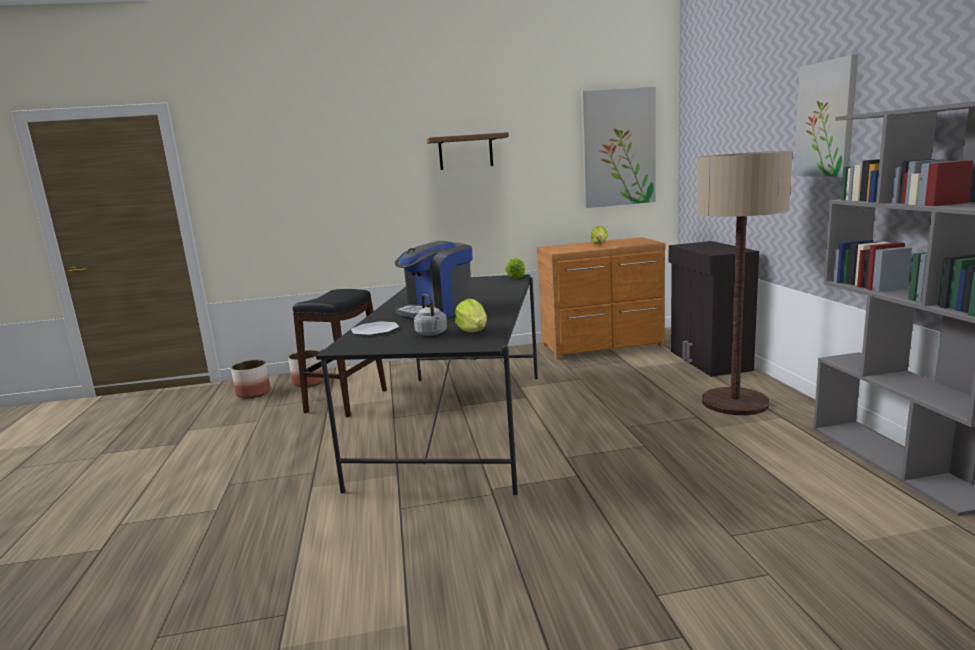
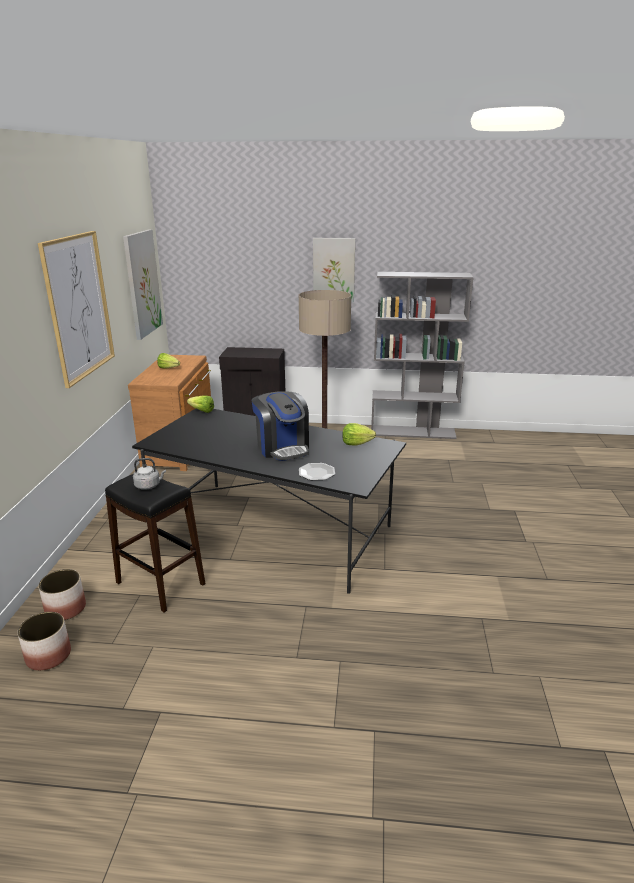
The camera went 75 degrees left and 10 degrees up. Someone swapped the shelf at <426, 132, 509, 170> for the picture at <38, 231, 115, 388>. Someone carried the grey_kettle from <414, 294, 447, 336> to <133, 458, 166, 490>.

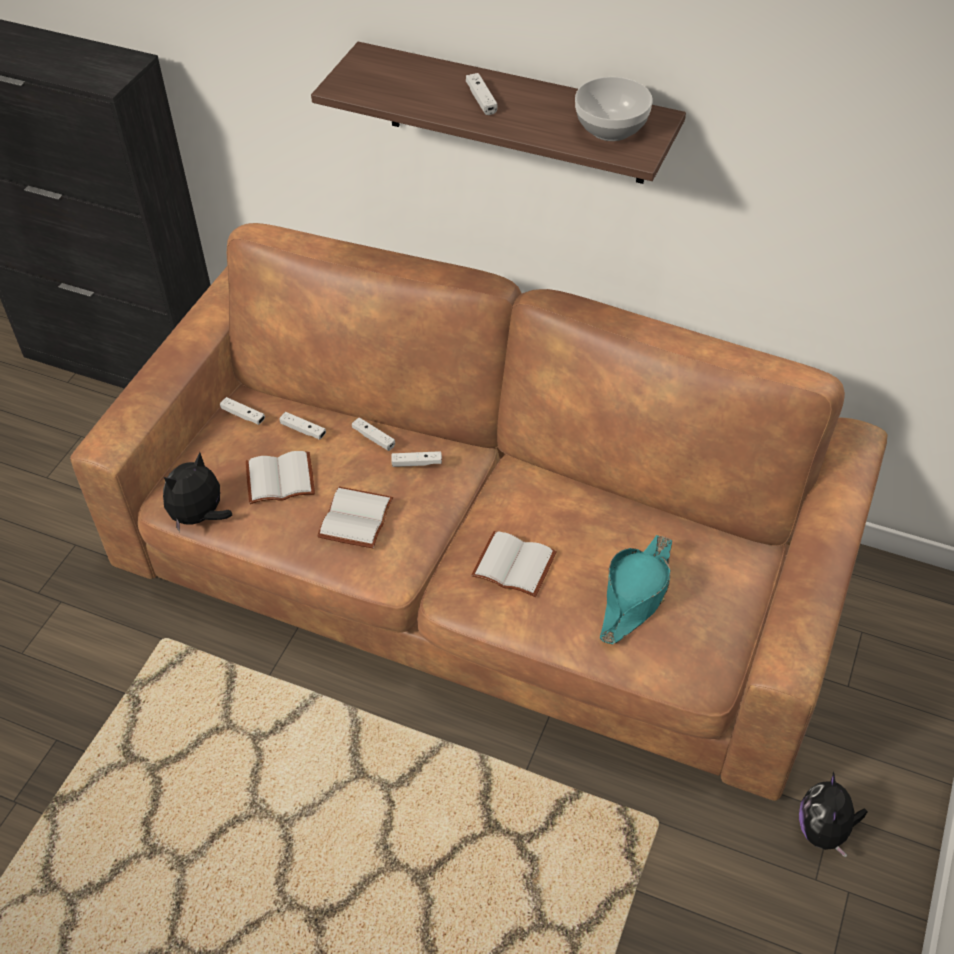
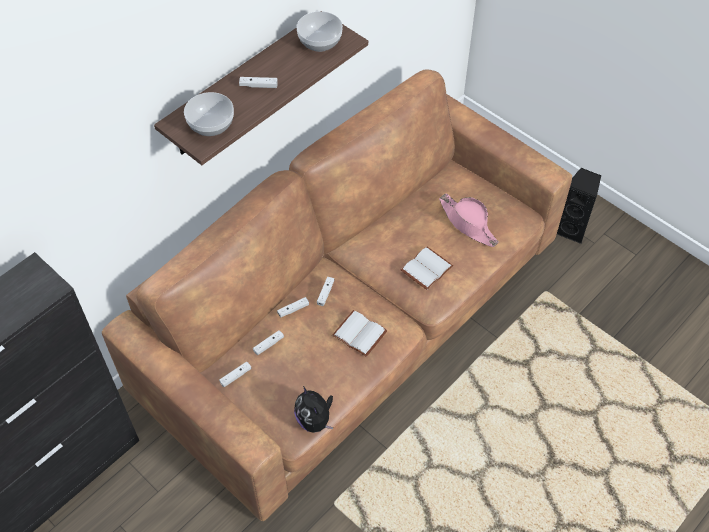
The camera went 70 degrees left and 5 degrees up. Someone took away the white_book at <246, 451, 315, 504>. Someone repainted the turquoise_hat at <600, 535, 672, 644>, which became the pink_hat at <439, 193, 499, 247>. Someone swapped the plush_toy at <799, 772, 868, 858> for the black_speaker at <557, 168, 601, 244>. Someone put down the bowl at <184, 92, 234, 136>.

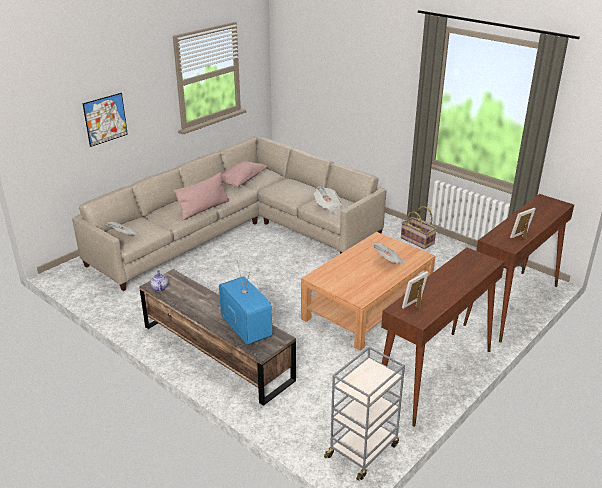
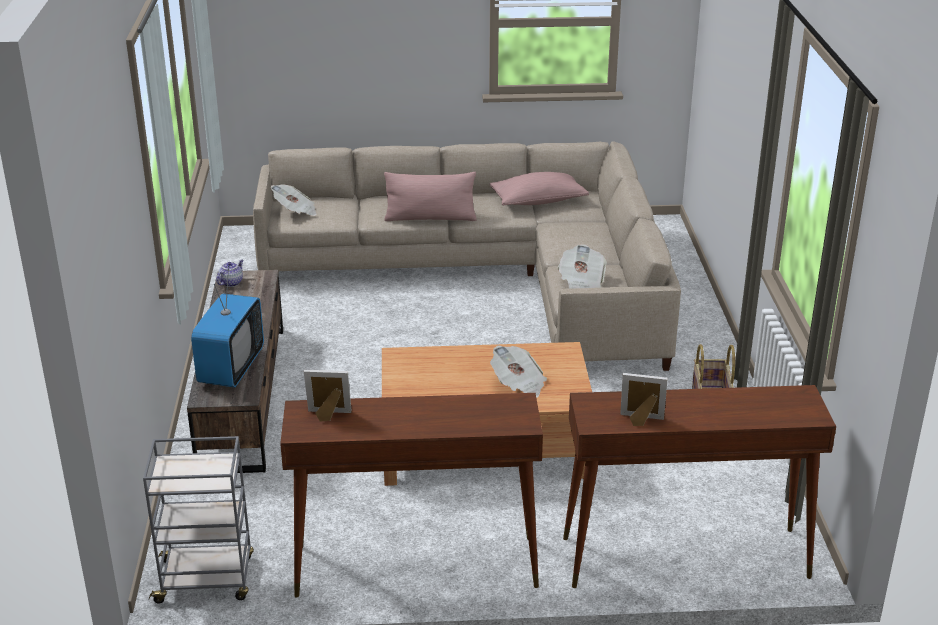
The camera went 45 degrees right and 0 degrees up. Someone took away the picture at <83, 93, 128, 147>.

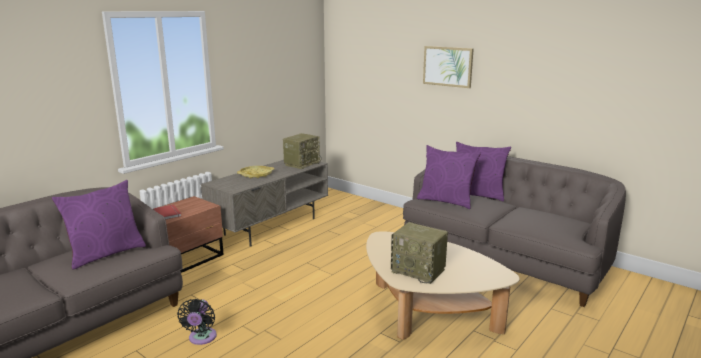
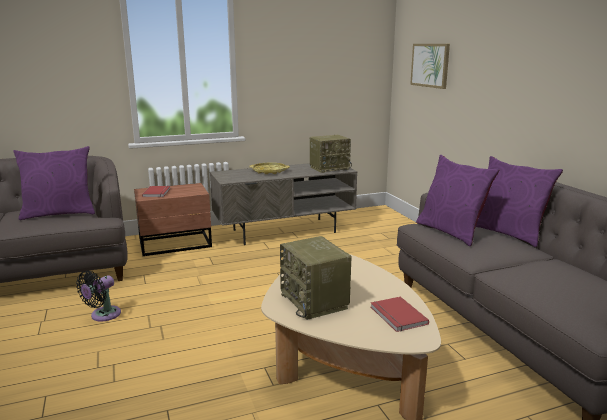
The camera went 30 degrees right and 0 degrees up. Someone carried the picture from <423, 46, 474, 88> to <410, 44, 450, 89>. Someone put down the red_book at <371, 297, 429, 332>.

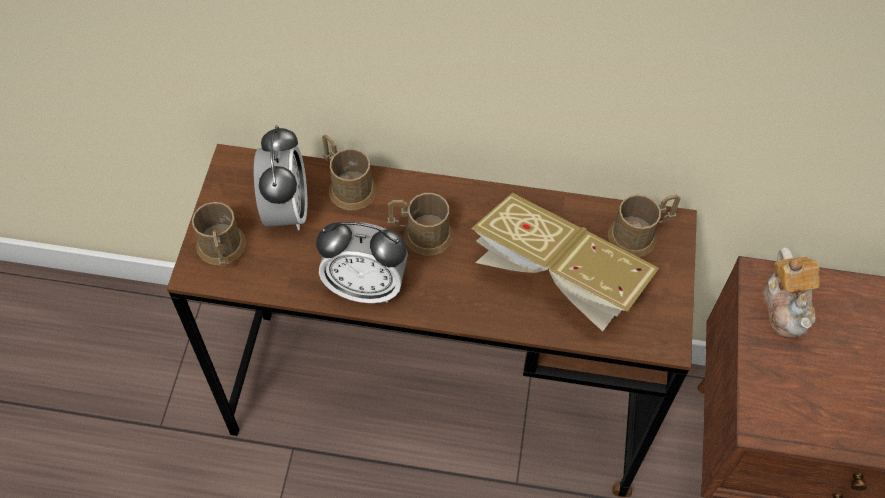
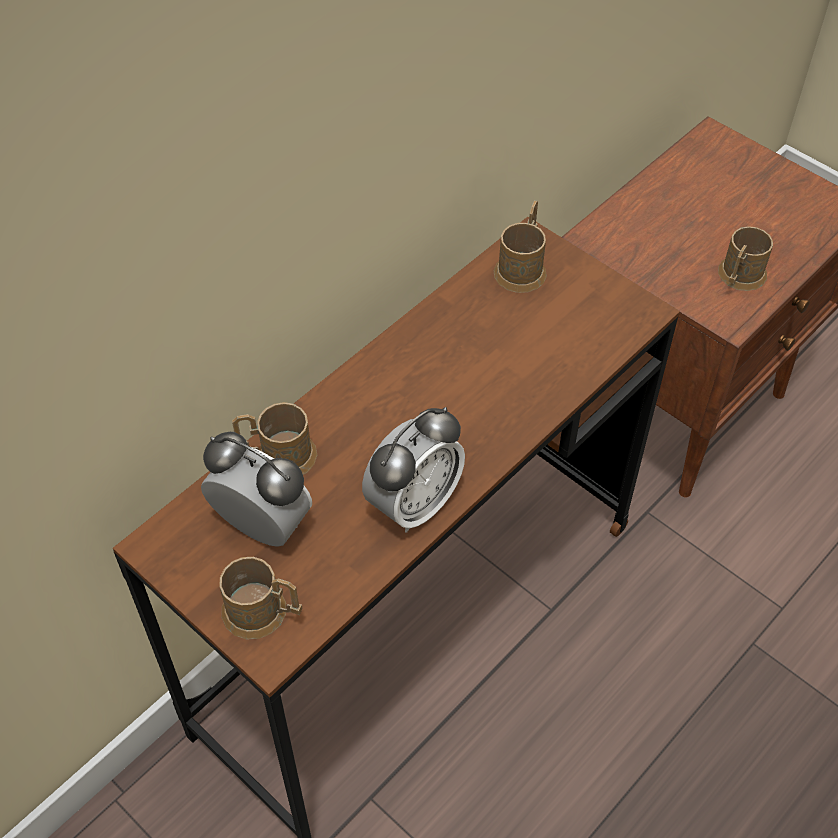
The camera went 55 degrees left and 5 degrees down. Someone carried the brown_mug from <388, 193, 453, 255> to <718, 226, 773, 291>. Someone took away the book at <472, 193, 659, 332>. Someone took away the teapot at <763, 247, 820, 337>.

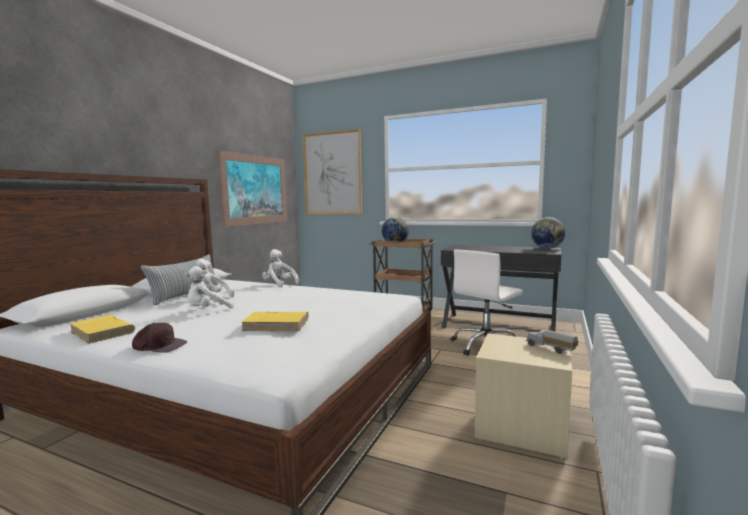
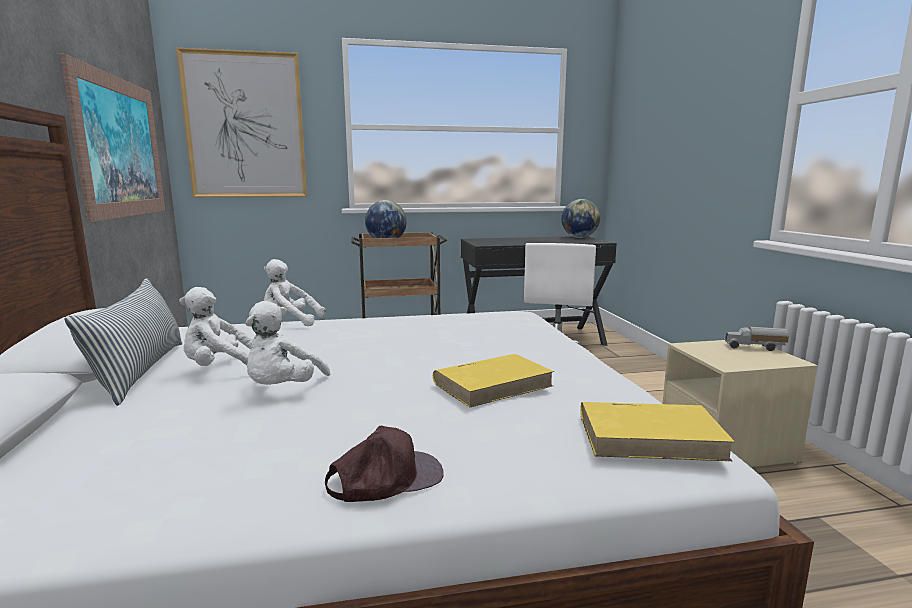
The camera went 35 degrees left and 5 degrees up. Someone carried the yellow_book from <69, 315, 135, 344> to <580, 402, 735, 461>.

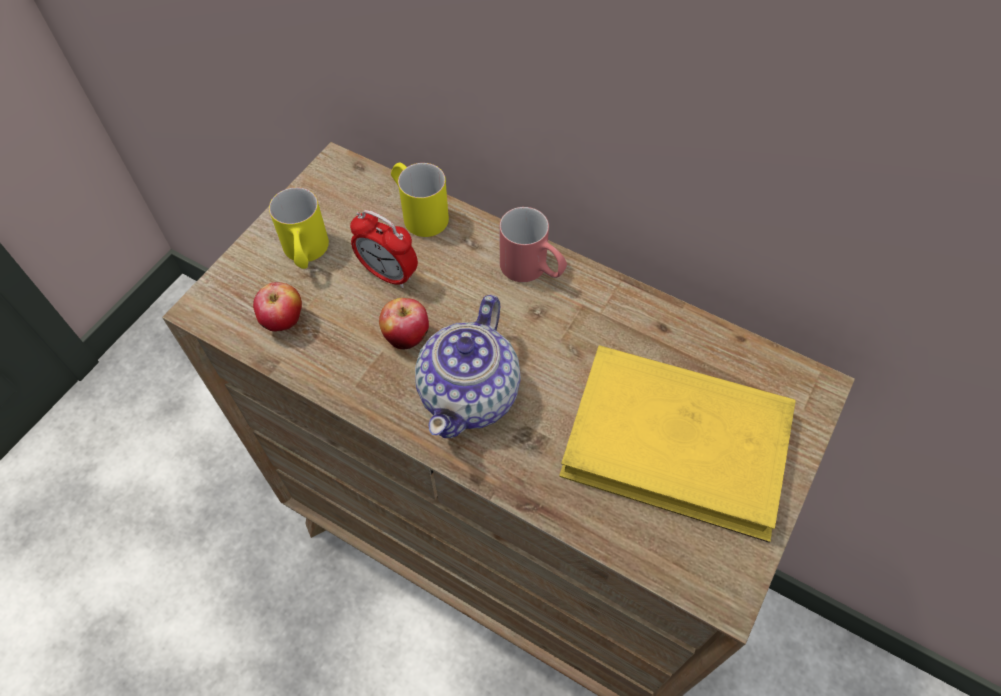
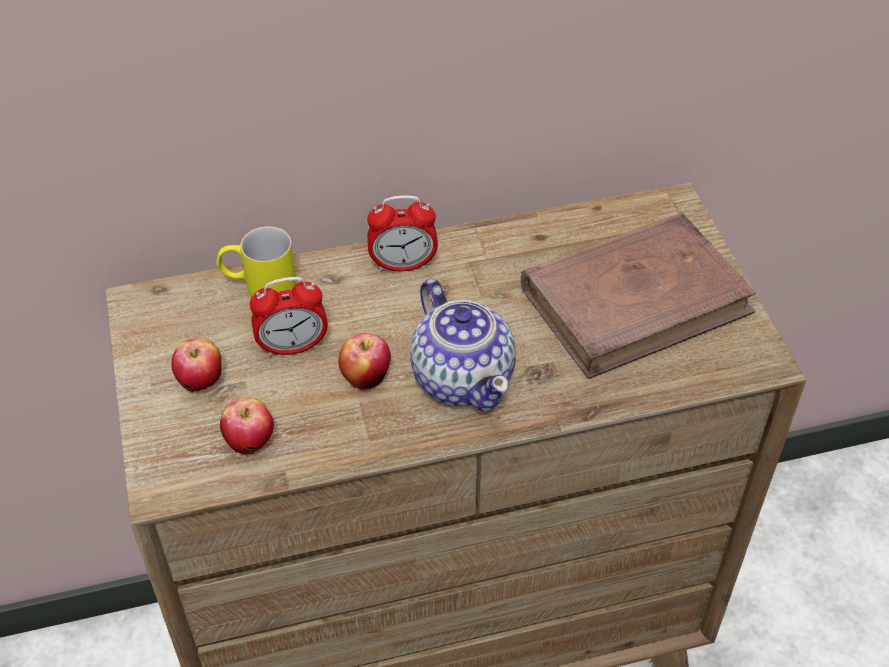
The camera went 45 degrees left and 10 degrees down. Someone swapped the yellow_mug at <269, 187, 329, 269> for the apple at <172, 338, 221, 392>. Someone swapped the red_mug at <500, 207, 567, 282> for the alarm_clock at <367, 195, 438, 272>. Someone repainted the yellow_book at <559, 345, 796, 543>, which became the brown_book at <521, 212, 756, 379>.

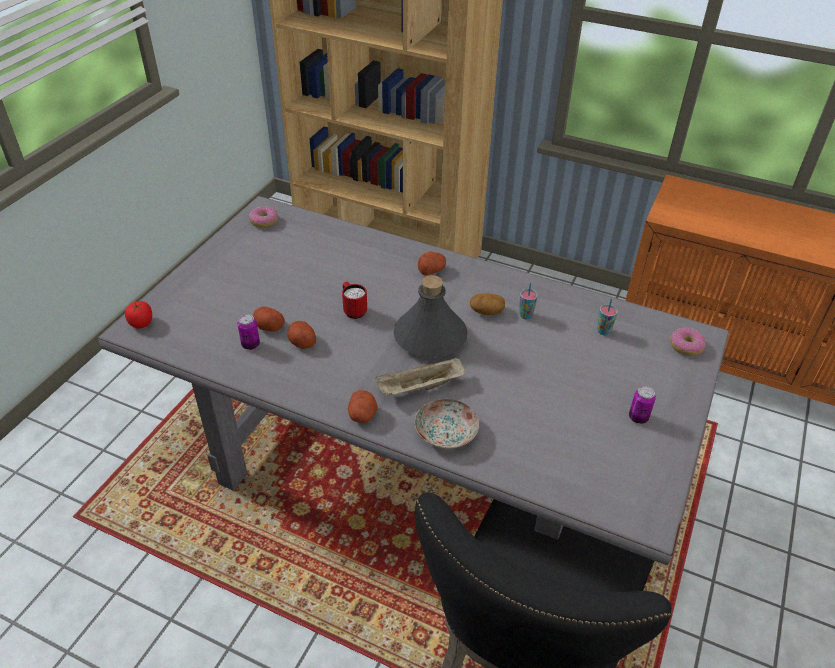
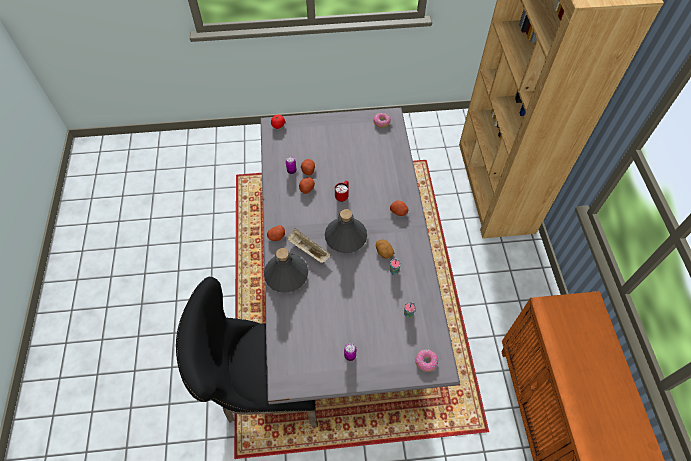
The camera went 60 degrees right and 15 degrees up. Someone swapped the plate at <415, 399, 479, 449> for the grey_bottle at <264, 248, 308, 293>.

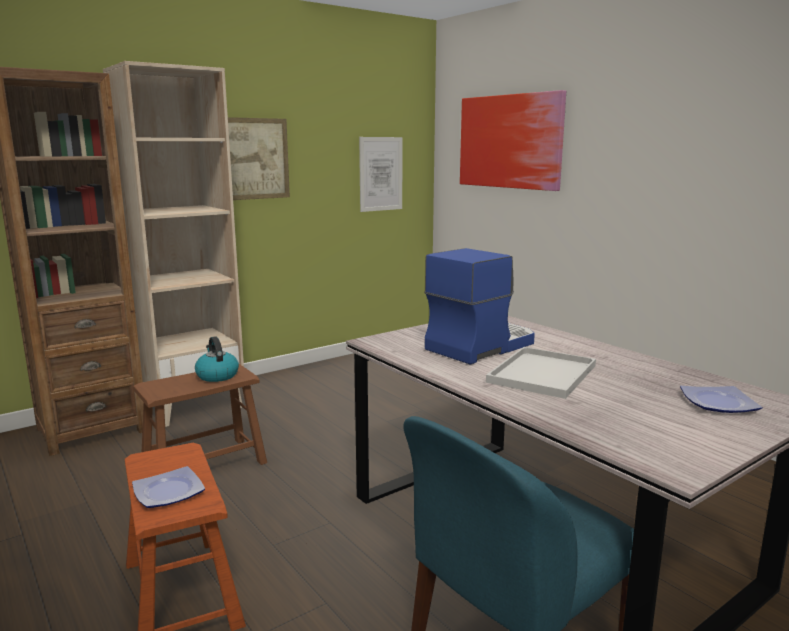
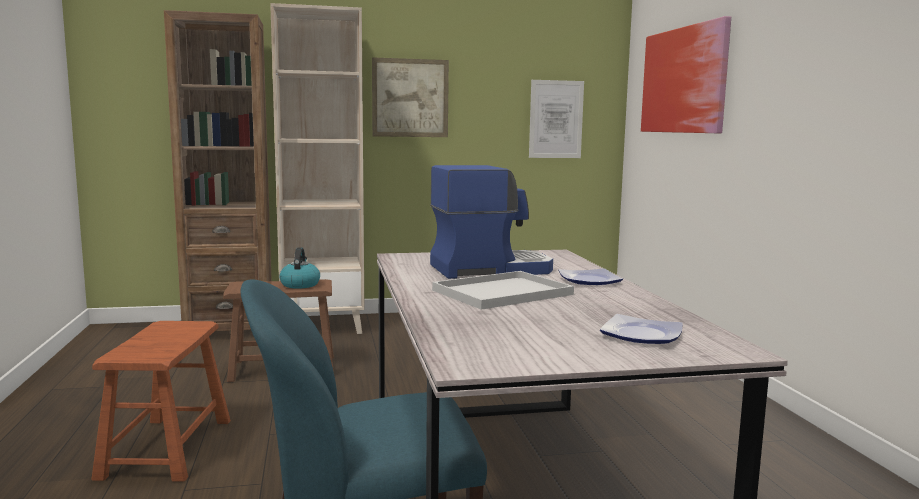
The camera went 25 degrees right and 5 degrees down. Someone carried the plate from <132, 466, 205, 508> to <558, 268, 623, 285>.

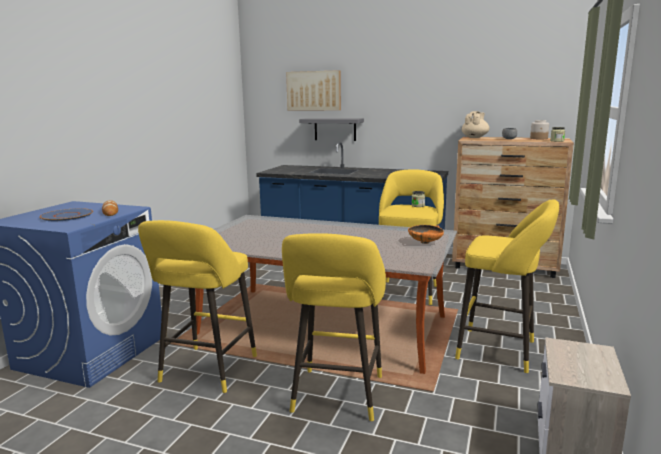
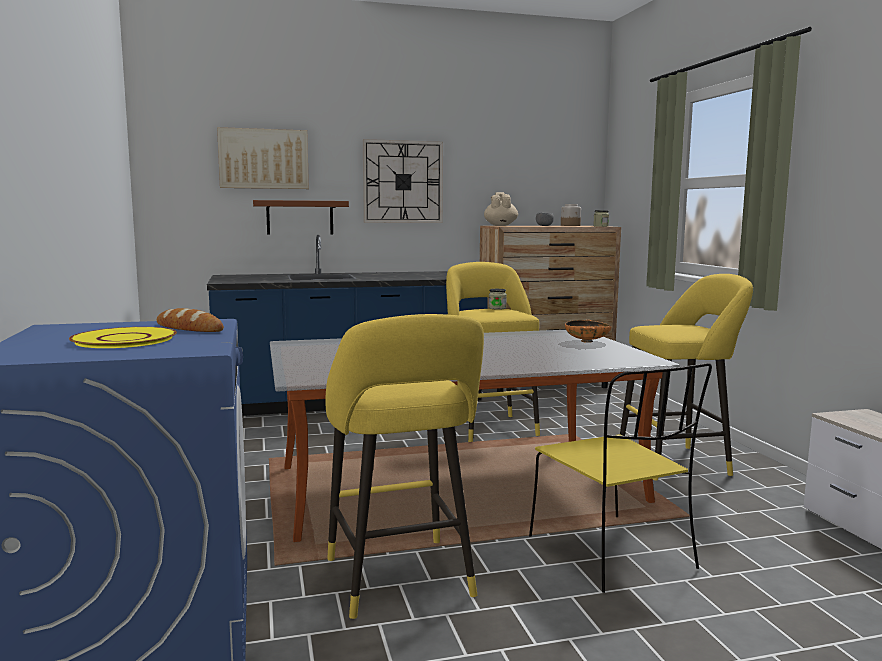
The camera went 35 degrees left and 5 degrees down. Someone repainted the grey_shelf at <299, 118, 364, 141>, which became the brown_shelf at <253, 200, 349, 235>. Someone repainted the blue_plate at <39, 208, 93, 221>, which became the yellow_plate at <69, 327, 177, 348>. Someone swapped the yellow_stool at <282, 233, 386, 421> for the yellow_chair at <529, 363, 712, 593>. Someone put up the wall_clock at <363, 139, 443, 223>.

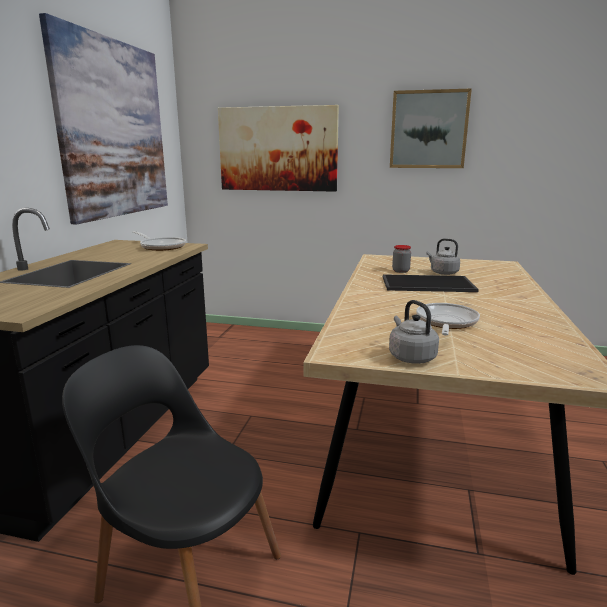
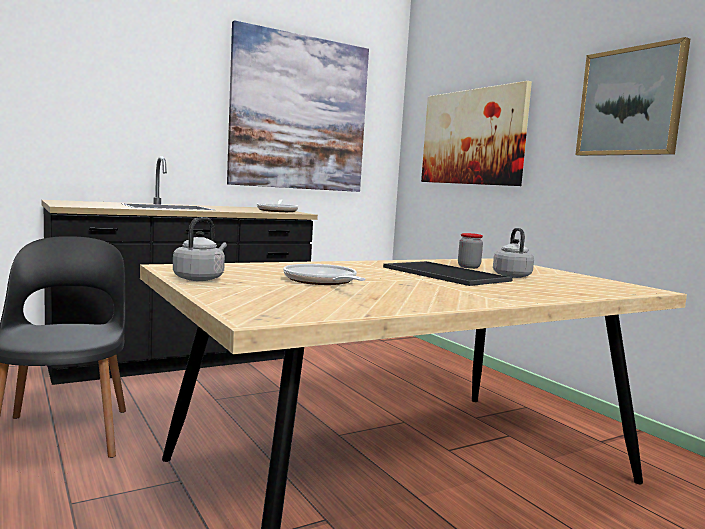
The camera went 45 degrees right and 10 degrees down. Someone rotated the frying_pan at <416, 303, 480, 335> by 90 degrees counterclockwise.

